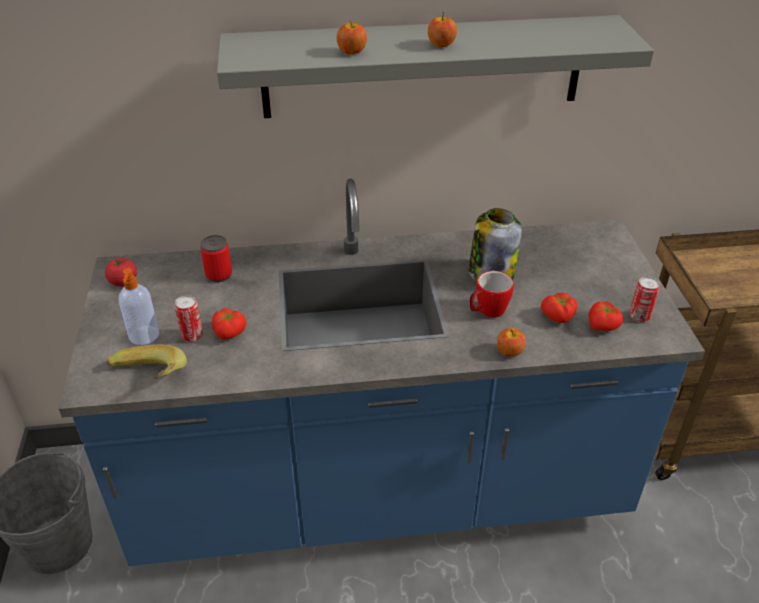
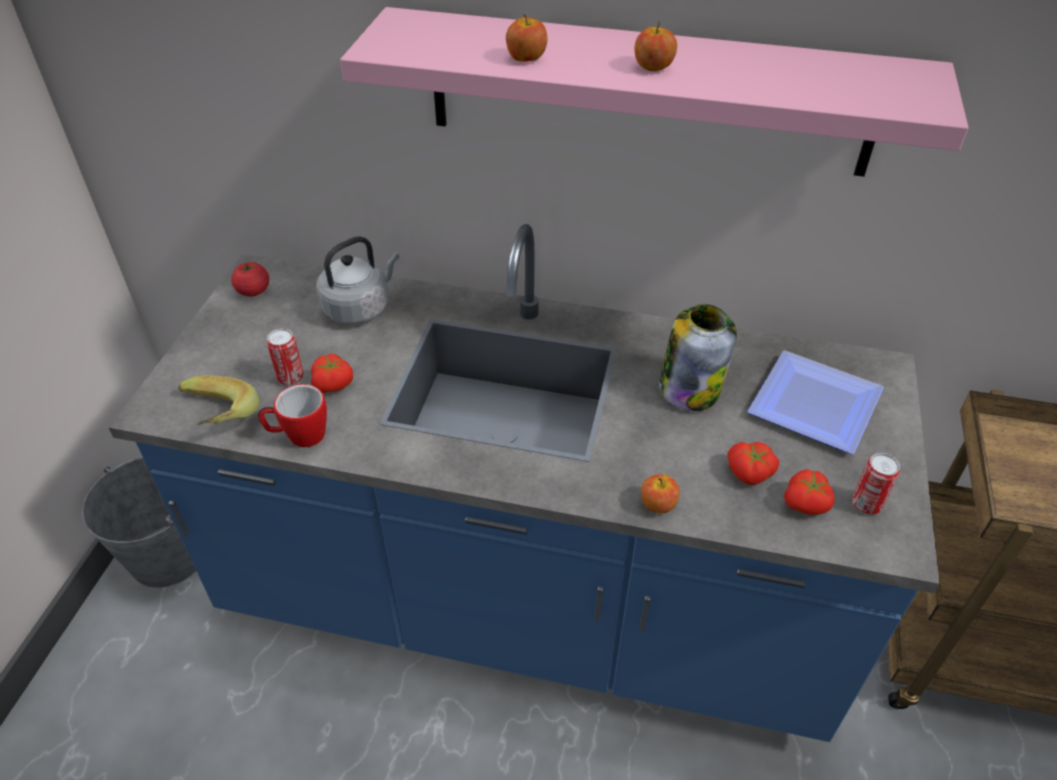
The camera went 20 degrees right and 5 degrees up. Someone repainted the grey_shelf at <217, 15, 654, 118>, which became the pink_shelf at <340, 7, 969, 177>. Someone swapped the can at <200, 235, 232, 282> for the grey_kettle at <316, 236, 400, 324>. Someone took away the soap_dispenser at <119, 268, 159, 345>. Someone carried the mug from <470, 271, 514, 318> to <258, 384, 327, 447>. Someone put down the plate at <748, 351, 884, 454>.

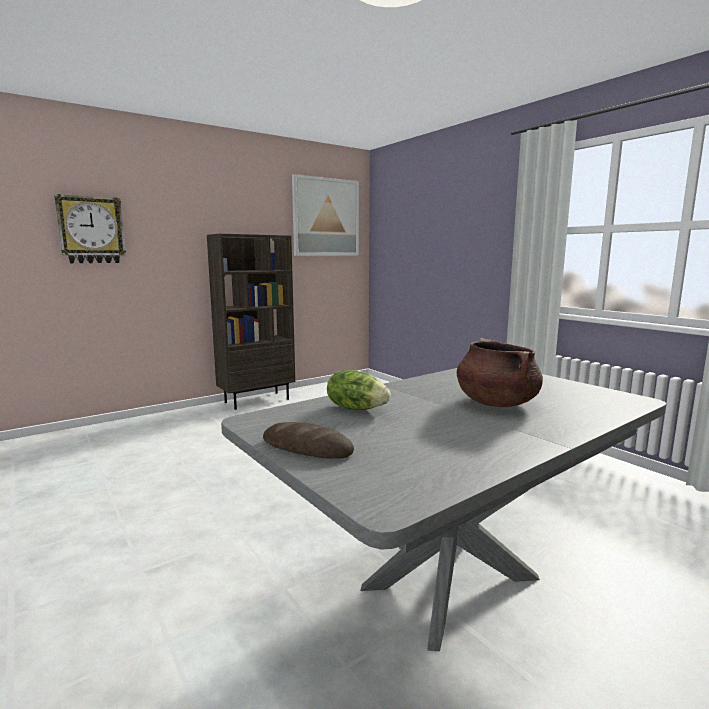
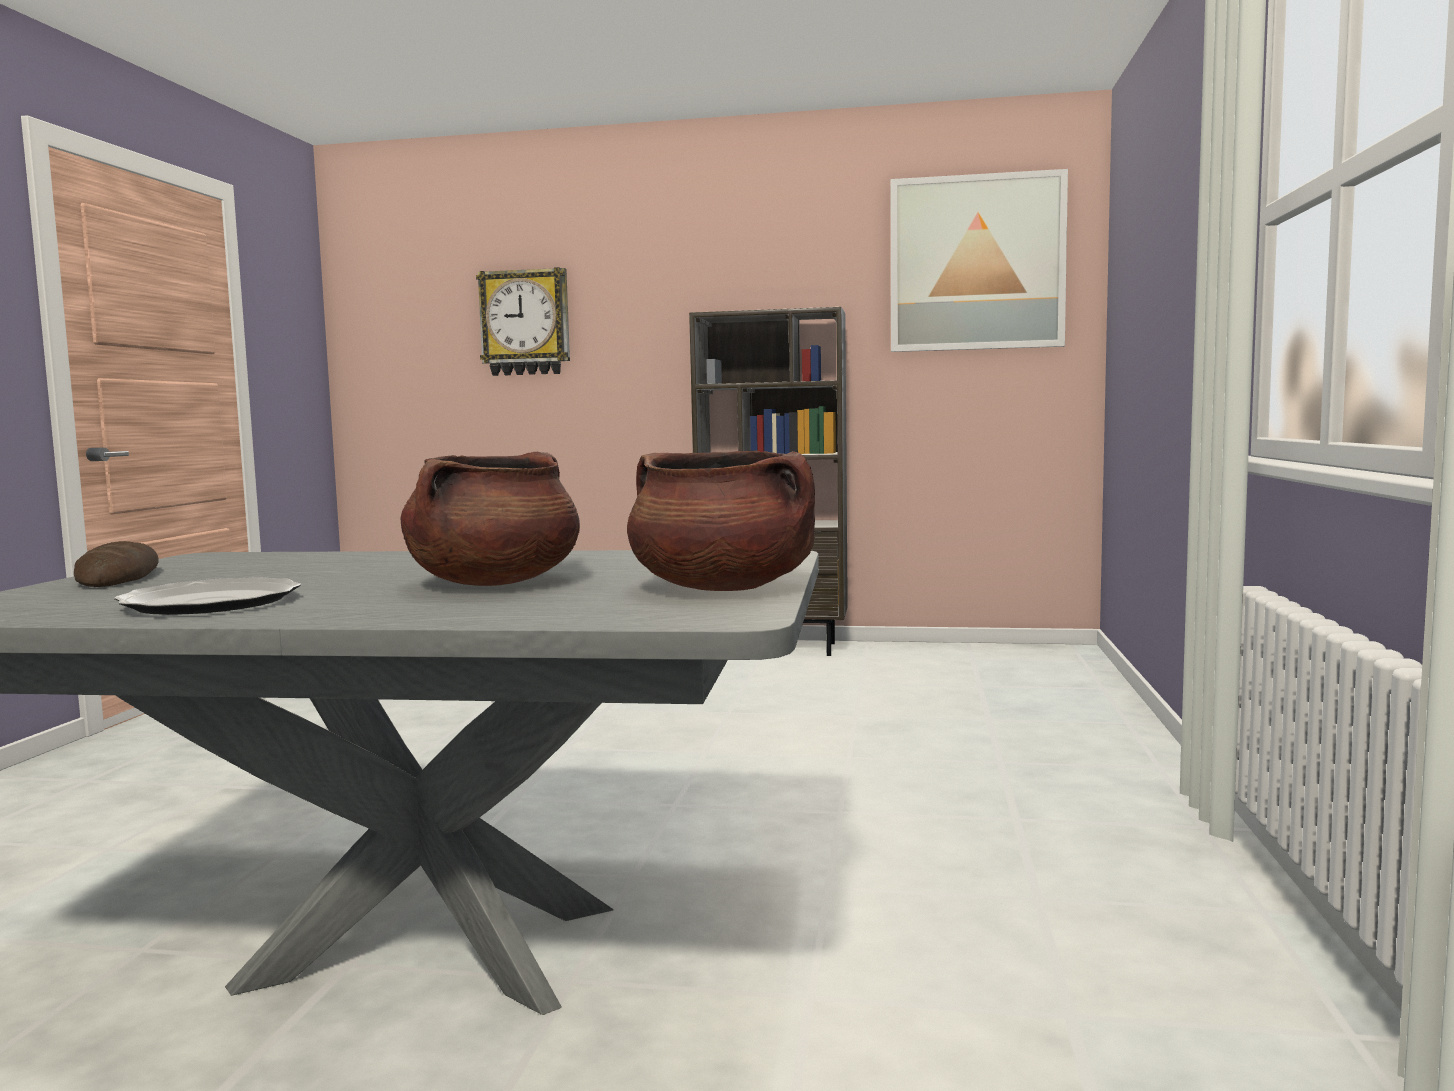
The camera went 45 degrees right and 5 degrees down. Someone took away the lettuce at <327, 370, 391, 410>. Someone put down the brown_cooking_pot at <627, 450, 815, 591>. Someone put down the plate at <114, 577, 301, 615>.

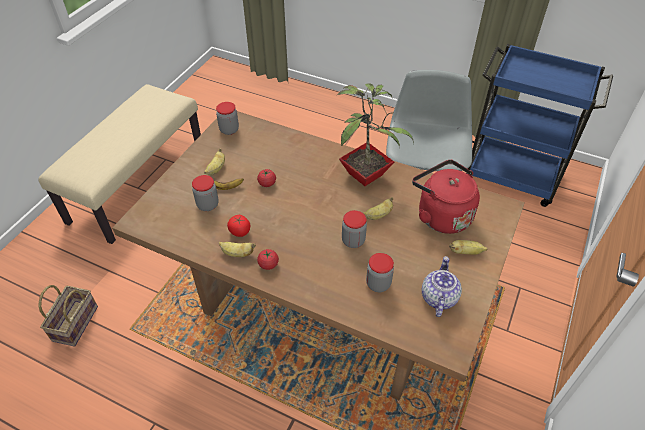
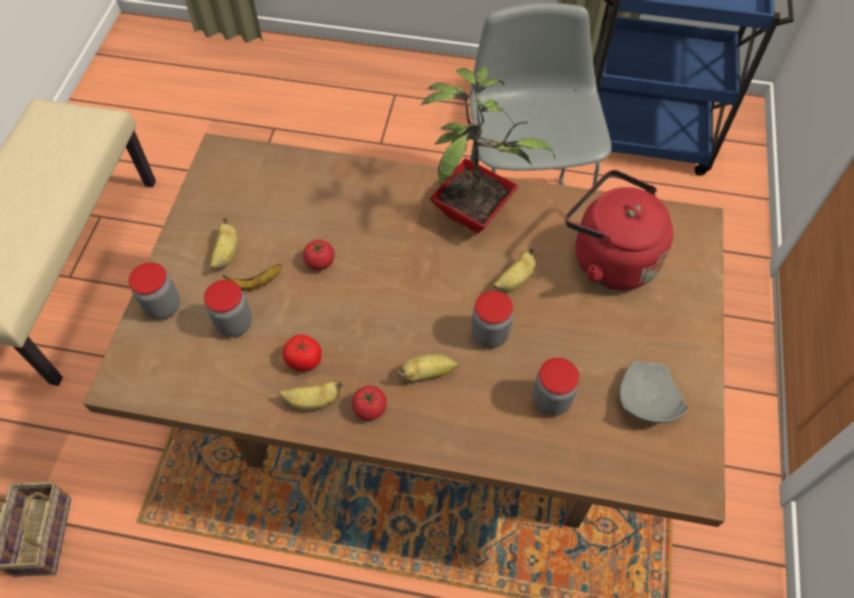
The camera went 15 degrees left and 10 degrees up. Someone carried the jar from <216, 102, 239, 135> to <129, 263, 180, 320>. Someone carried the banana from <449, 240, 488, 255> to <398, 354, 459, 381>. Someone swapped the teapot at <422, 256, 462, 317> for the grey_plate at <619, 361, 689, 423>.

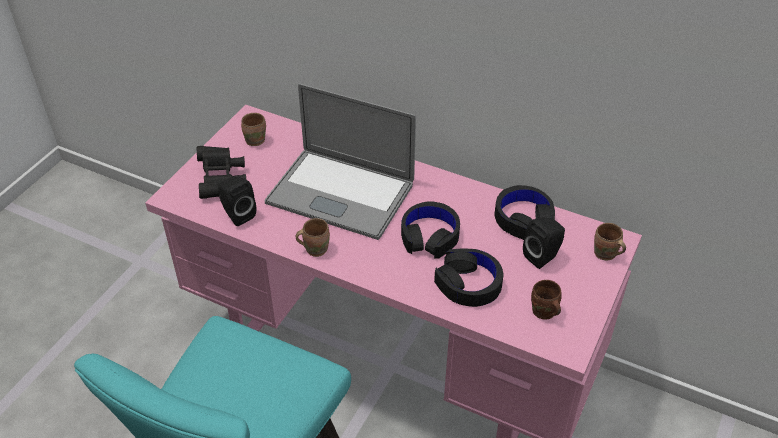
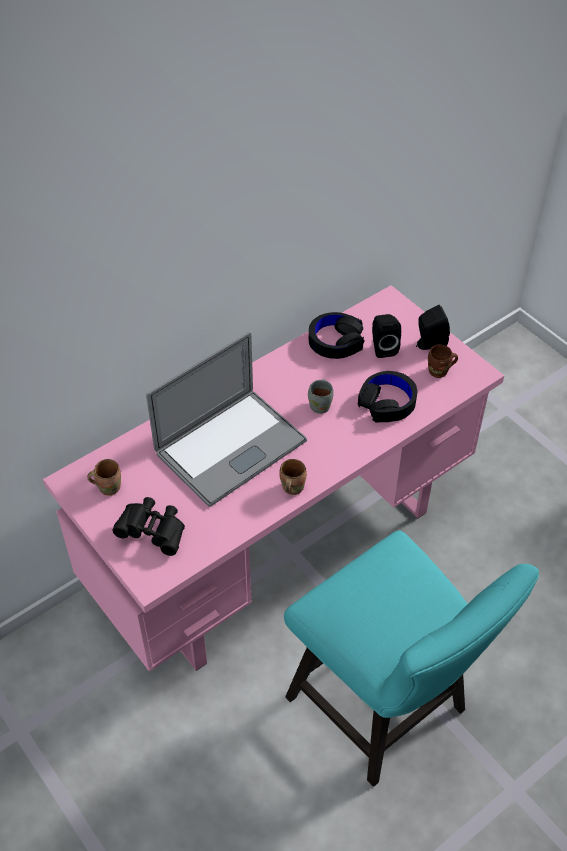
The camera went 65 degrees left and 5 degrees up. Someone carried the black_speaker from <218, 177, 256, 226> to <416, 305, 450, 350>. Someone swapped the black_headphones at <401, 201, 460, 259> for the grey_mug at <308, 379, 334, 414>. Someone took away the brown_mug at <594, 223, 626, 261>.

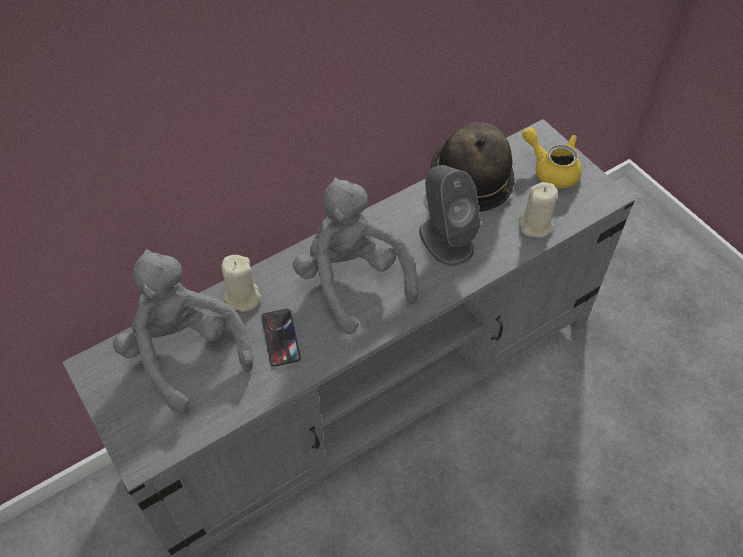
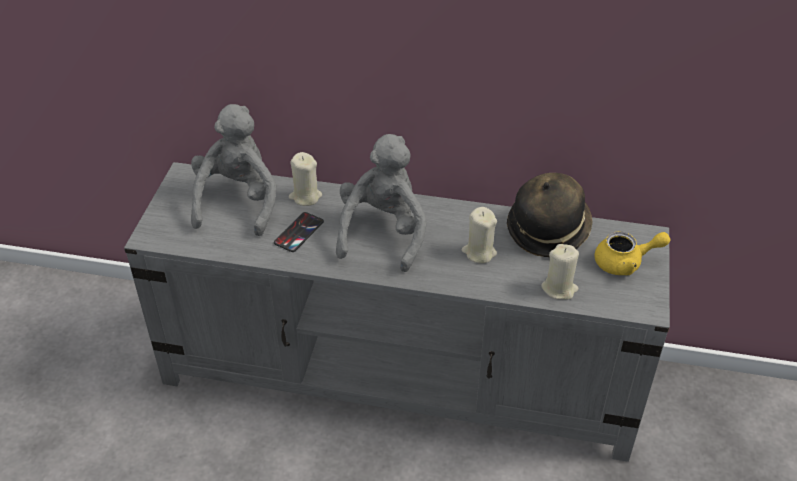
The camera went 45 degrees right and 10 degrees down. Someone rotated the yellow_teapot at <522, 127, 582, 188> by 90 degrees clockwise. Someone swapped the grey_speaker at <419, 165, 481, 266> for the beige_candle at <462, 207, 497, 264>.

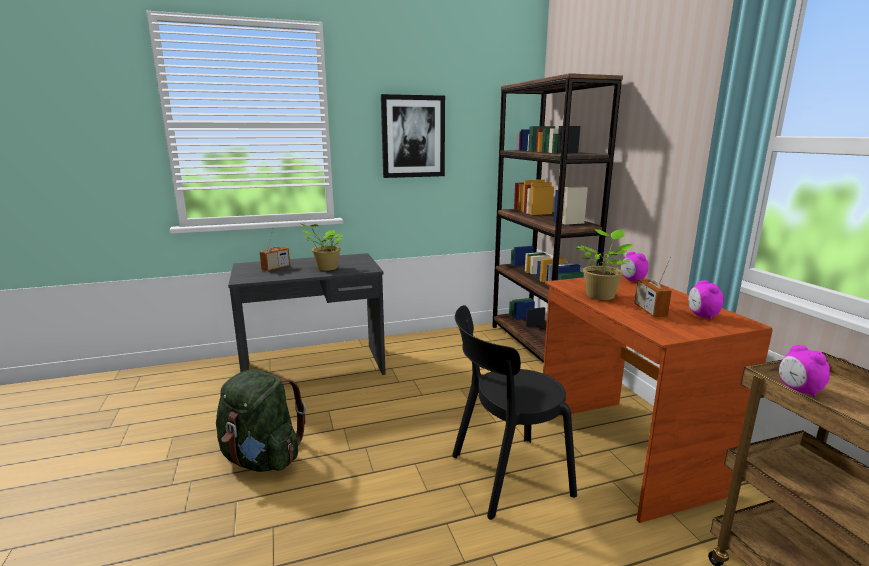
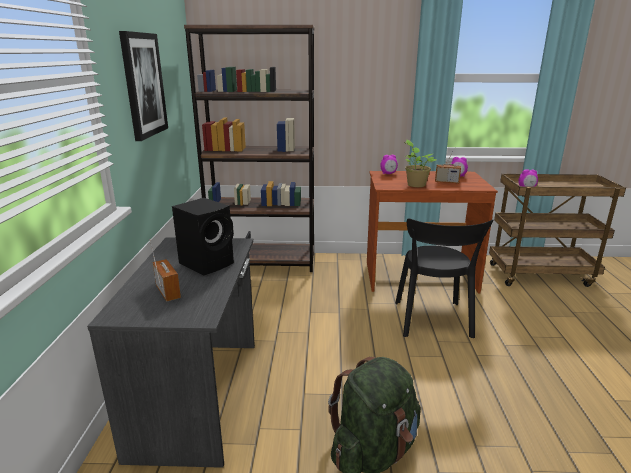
The camera went 70 degrees left and 5 degrees up. Someone swapped the potted_plant at <300, 223, 343, 271> for the black_speaker at <172, 198, 234, 276>.

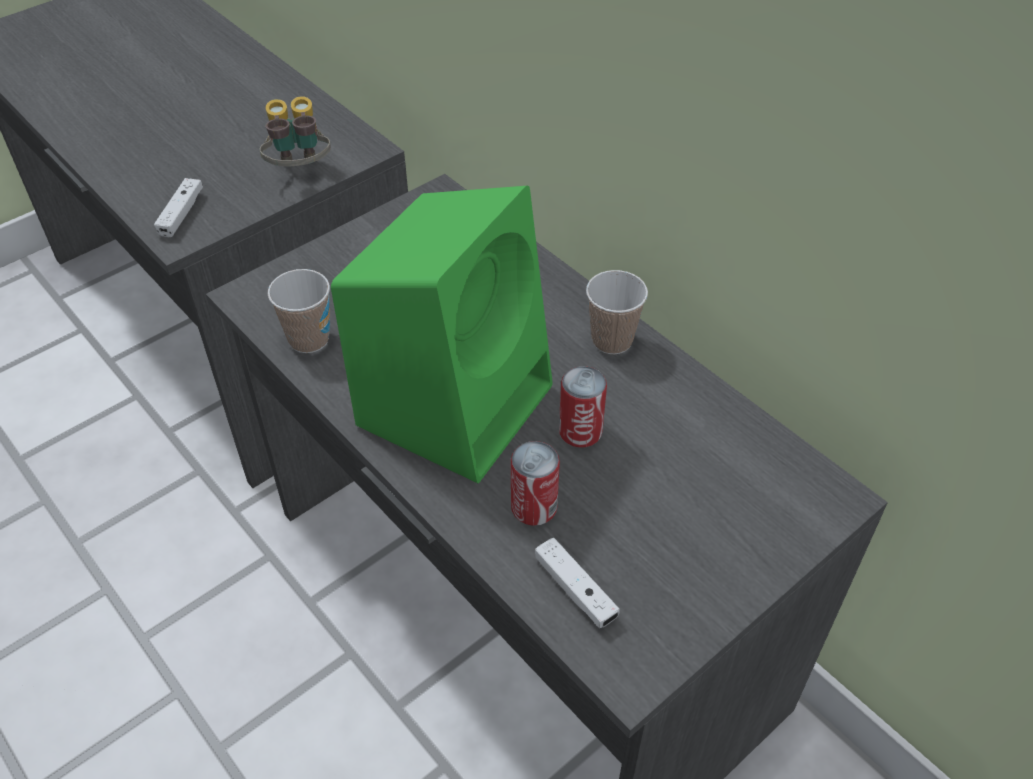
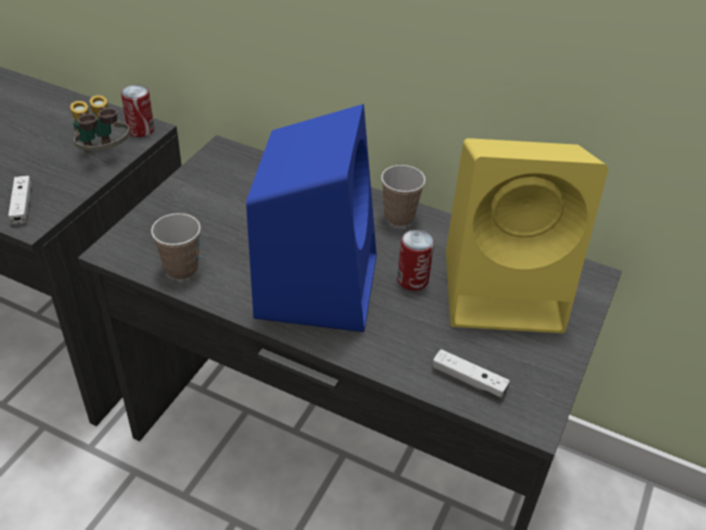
The camera went 25 degrees left and 5 degrees down. Someone repainted the green_speaker at <331, 186, 553, 483>, which became the blue_speaker at <246, 104, 377, 332>. Someone carried the can from <511, 441, 560, 526> to <121, 85, 154, 137>. Someone put down the yellow_speaker at <446, 138, 608, 333>.

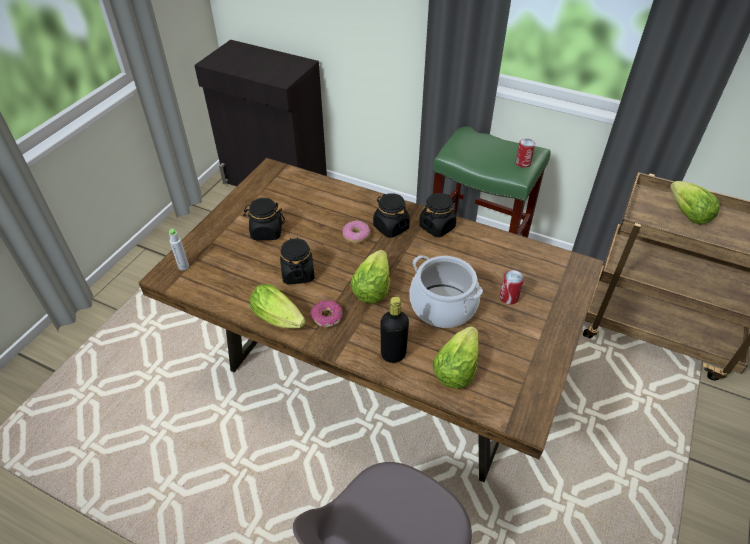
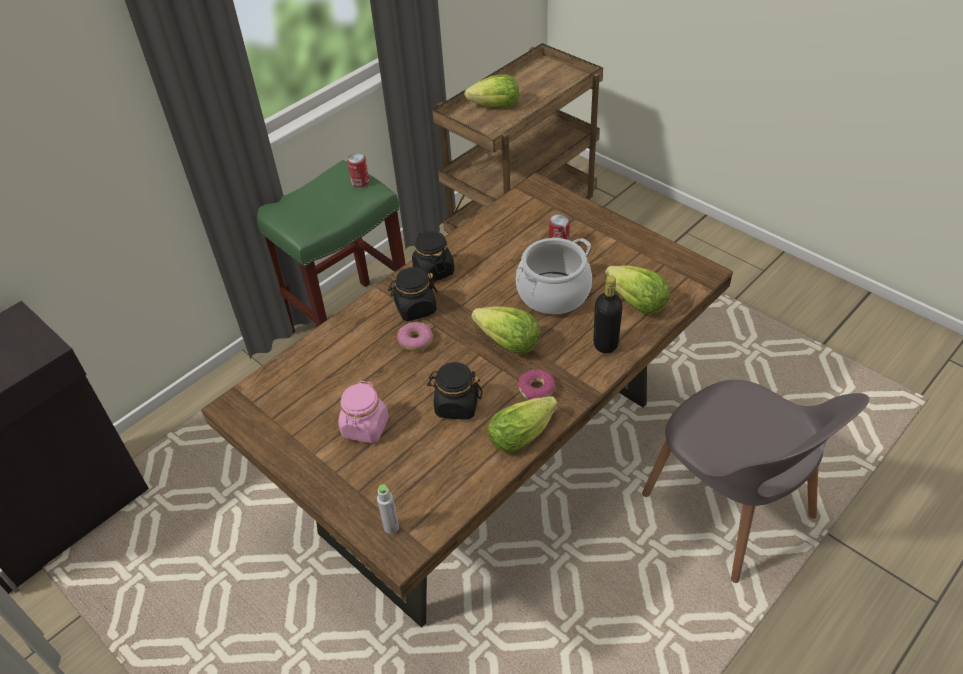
The camera went 70 degrees left and 0 degrees up. Someone repainted the black_jar at <243, 198, 285, 240>, which became the pink_jar at <338, 381, 389, 443>.

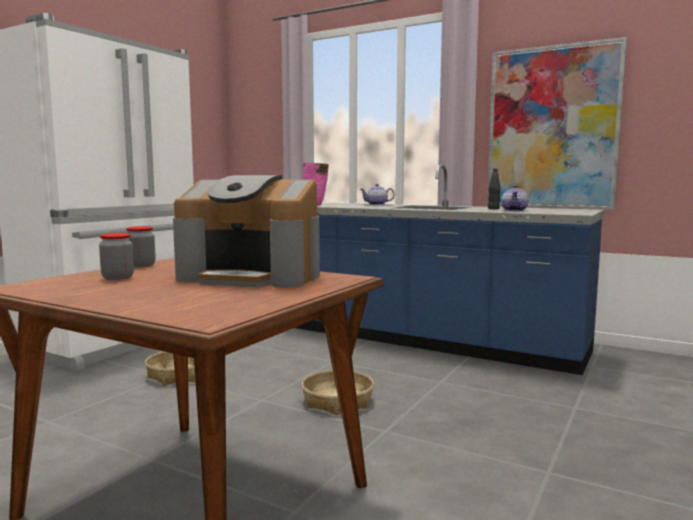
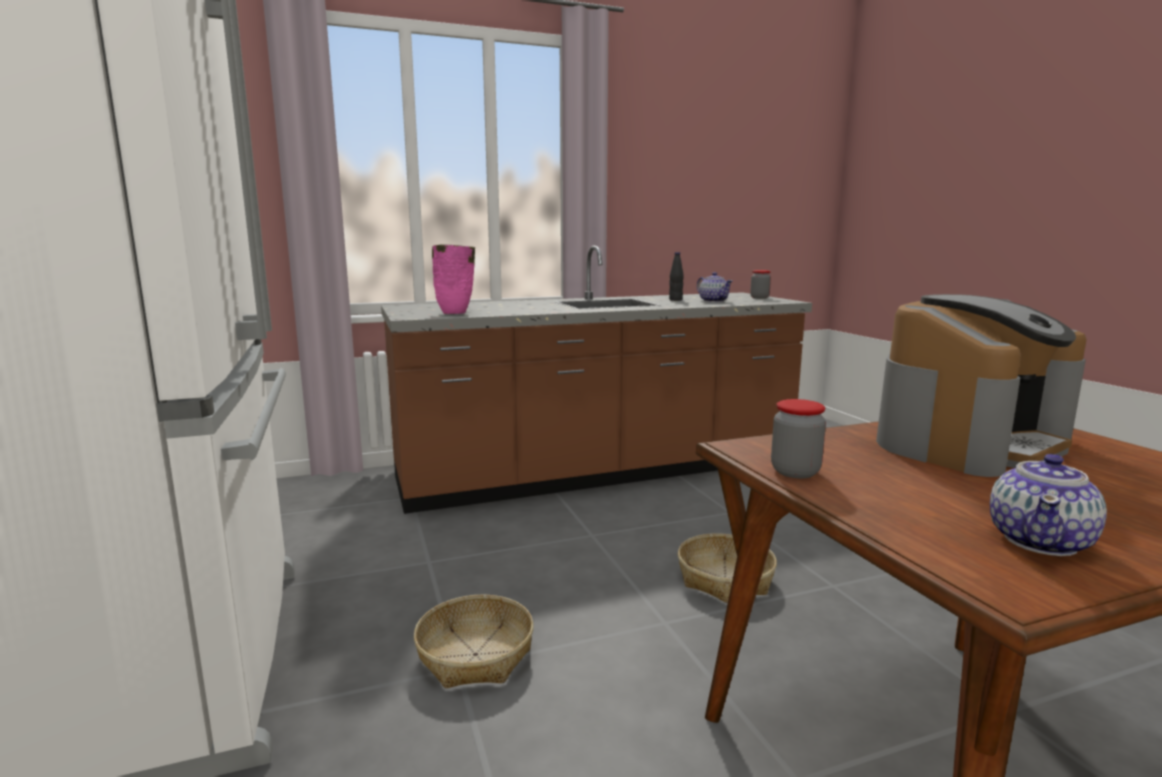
The camera went 50 degrees left and 5 degrees up. Someone took away the picture at <487, 37, 627, 210>. Someone repainted the blue_counter at <295, 164, 605, 375>, which became the brown_counter at <381, 246, 812, 514>. Someone carried the teapot from <360, 184, 394, 205> to <990, 454, 1107, 556>. Someone carried the jar from <99, 233, 134, 280> to <750, 270, 771, 299>.

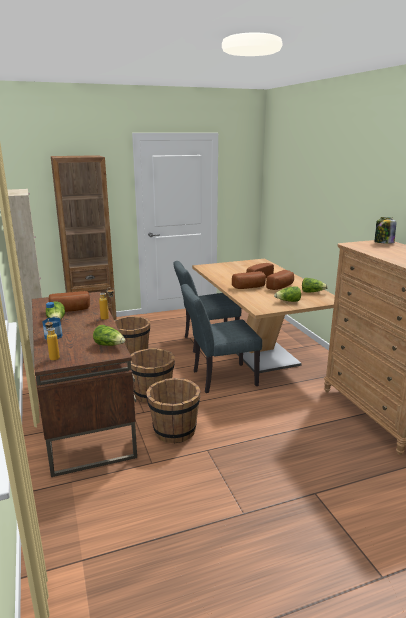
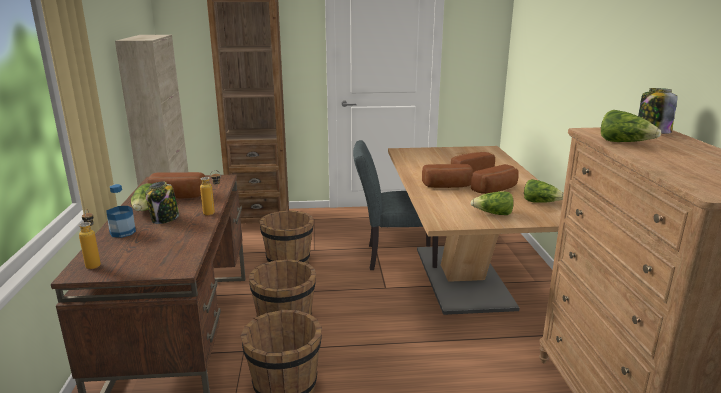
The camera went 15 degrees right and 0 degrees up. Someone took away the grey_chair at <181, 284, 262, 393>. Someone carried the lettuce from <93, 325, 125, 346> to <601, 110, 661, 142>. Someone put down the jar at <145, 182, 179, 224>.

